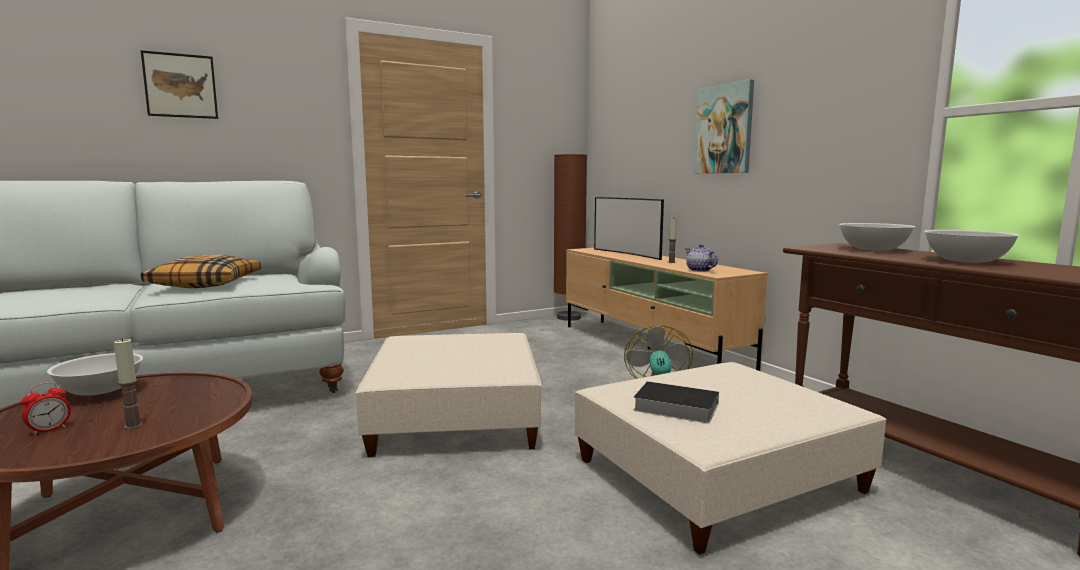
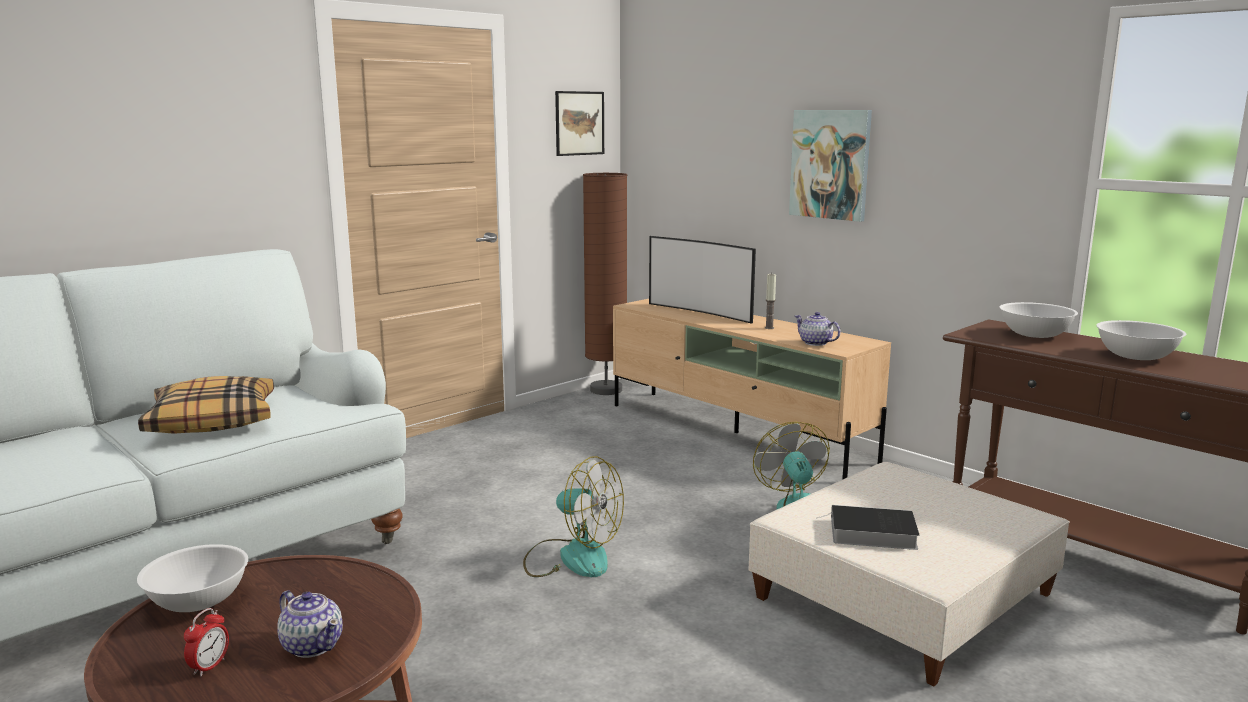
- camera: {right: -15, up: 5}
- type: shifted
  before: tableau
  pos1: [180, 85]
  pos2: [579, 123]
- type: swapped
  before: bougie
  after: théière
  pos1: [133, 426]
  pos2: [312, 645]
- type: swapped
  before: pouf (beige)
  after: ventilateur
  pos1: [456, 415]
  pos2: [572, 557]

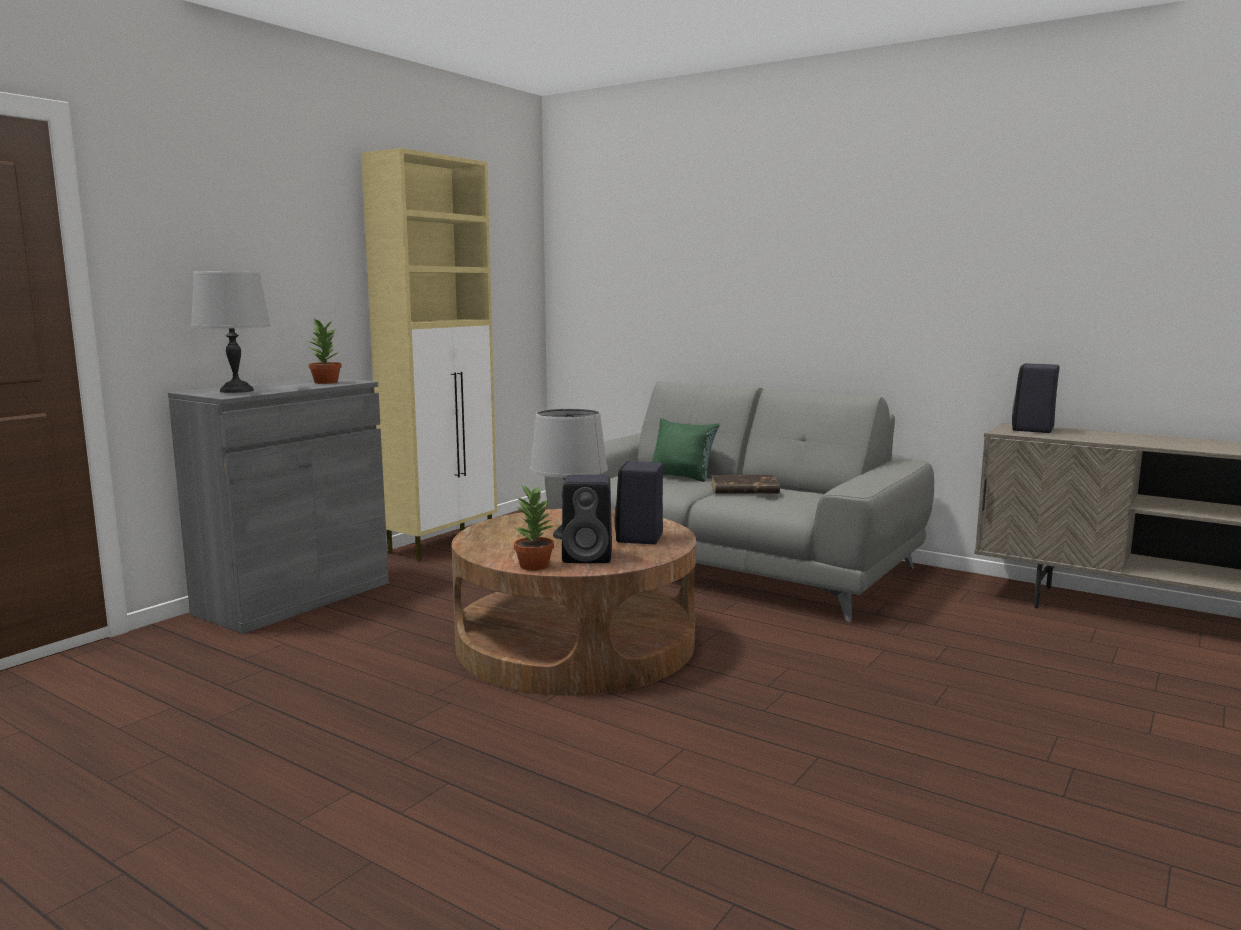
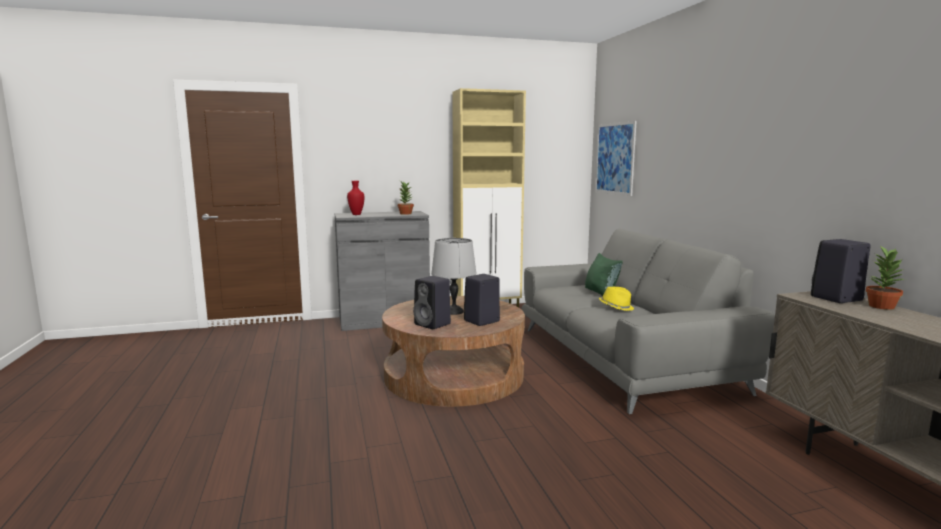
- camera: {right: 40, up: 0}
- type: new
  after: tableau
  pos2: [614, 158]
- type: shifted
  before: plante en pot
  pos1: [534, 565]
  pos2: [881, 306]
- type: swapped
  before: lampe de table (gris)
  after: vase (rouge)
  pos1: [237, 391]
  pos2: [356, 214]
- type: swapped
  before: livre (marron)
  after: chapeau (jaune)
  pos1: [743, 489]
  pos2: [616, 307]

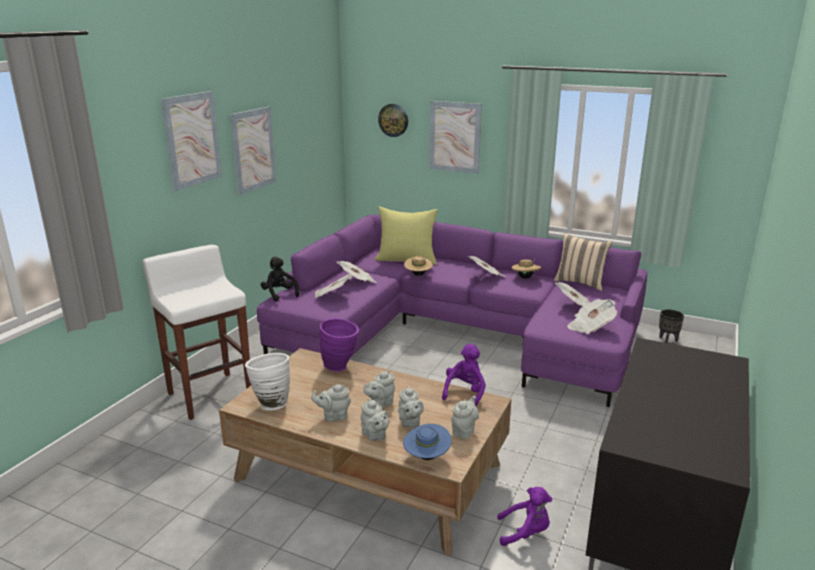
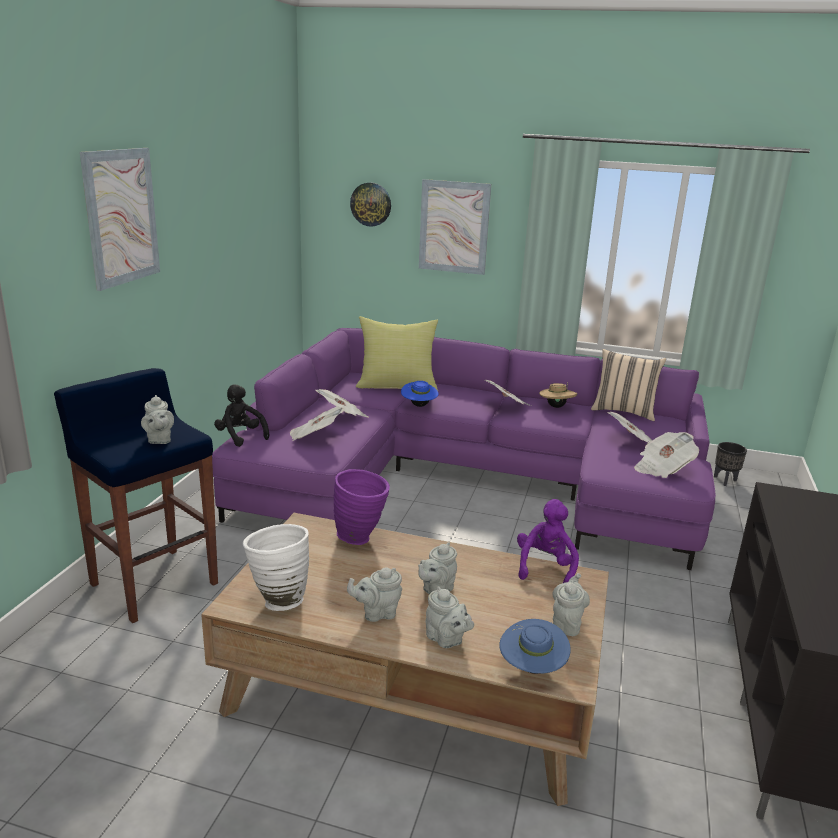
- camera: {right: -10, up: 0}
- type: gone
  before: tableau
  pos1: [253, 150]
- type: gone
  before: peluche (violet)
  pos1: [525, 533]
- type: shifted
  before: théière (gris)
  pos1: [409, 422]
  pos2: [159, 440]
- type: repainted
  before: tabouret (blanc)
  after: tabouret (bleu)
  pos1: [209, 395]
  pos2: [153, 583]
- type: repainted
  before: chapeau (beige)
  after: chapeau (bleu)
  pos1: [418, 275]
  pos2: [419, 405]

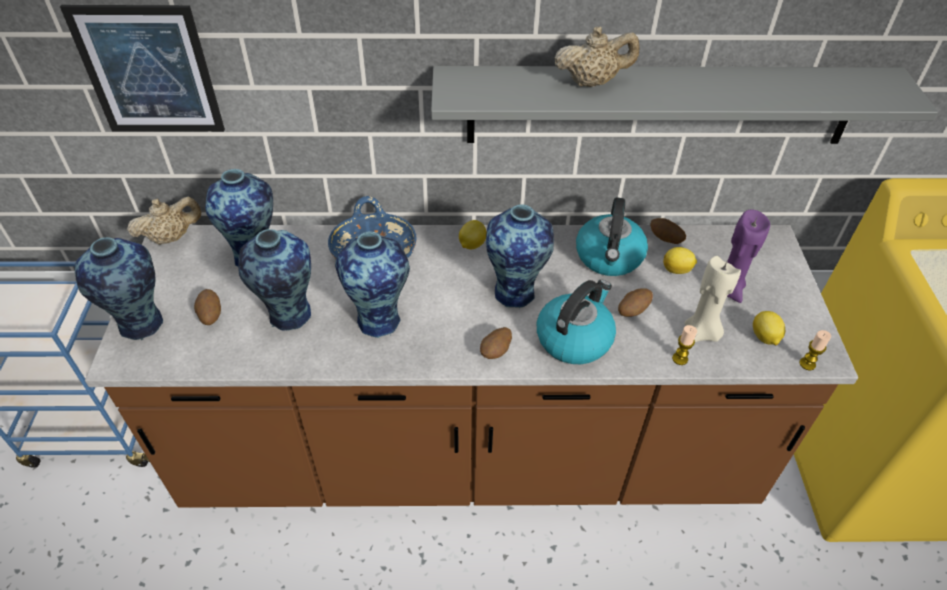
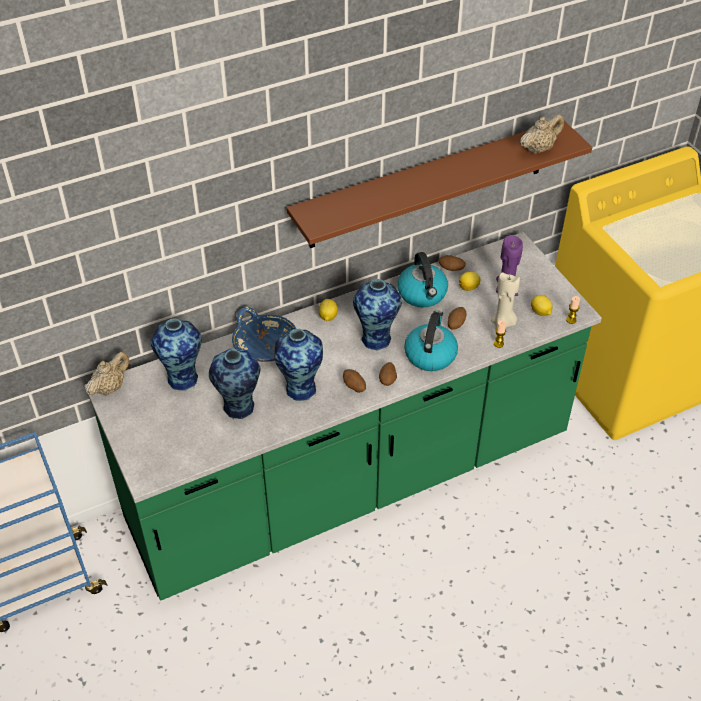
- camera: {right: -25, up: 0}
- type: gone
  before: tableau
  pos1: [148, 71]
- type: gone
  before: vase
  pos1: [141, 325]
- type: shifted
  before: pomme de terre
  pos1: [210, 315]
  pos2: [354, 387]
- type: shifted
  before: théière (beige)
  pos1: [592, 82]
  pos2: [539, 148]
- type: repainted
  before: comptoir de cuisine (marron)
  after: comptoir de cuisine (vert)
  pos1: [470, 456]
  pos2: [350, 482]
- type: repainted
  before: étagère (gris)
  after: étagère (marron)
  pos1: [661, 105]
  pos2: [429, 185]

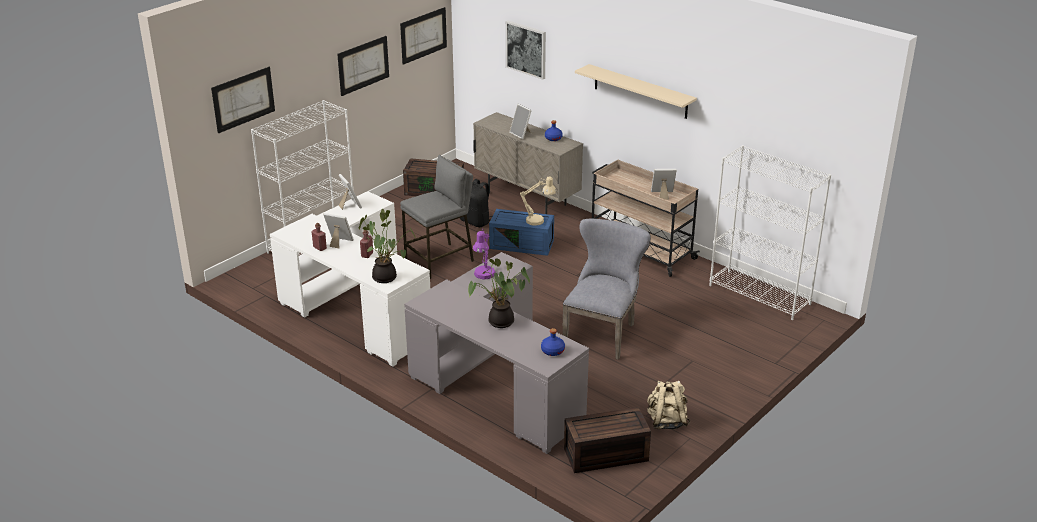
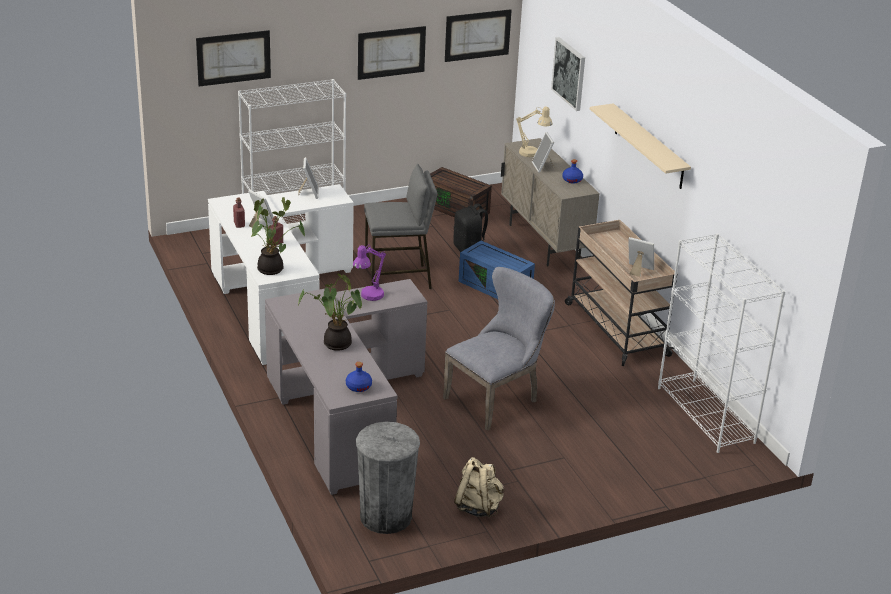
- camera: {right: 25, up: 0}
- type: shifted
  before: lampe de table (beige)
  pos1: [539, 221]
  pos2: [532, 154]
- type: swapped
  before: boîte de rangement (marron)
  after: poubelle (gris)
  pos1: [605, 455]
  pos2: [385, 516]

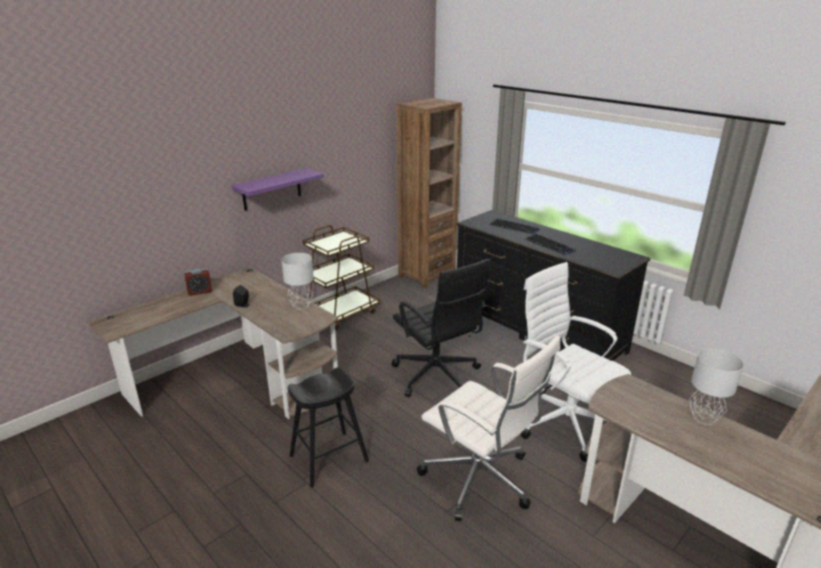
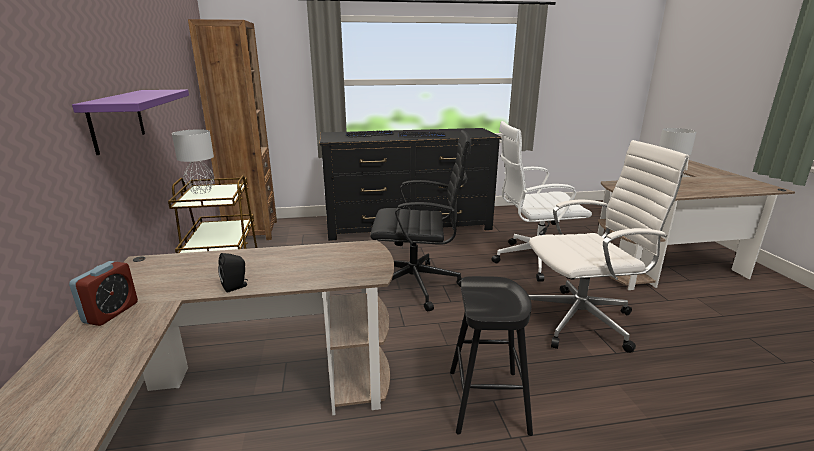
- camera: {right: -55, up: -5}
- type: shifted
  before: lampe de table (gris)
  pos1: [300, 306]
  pos2: [201, 191]

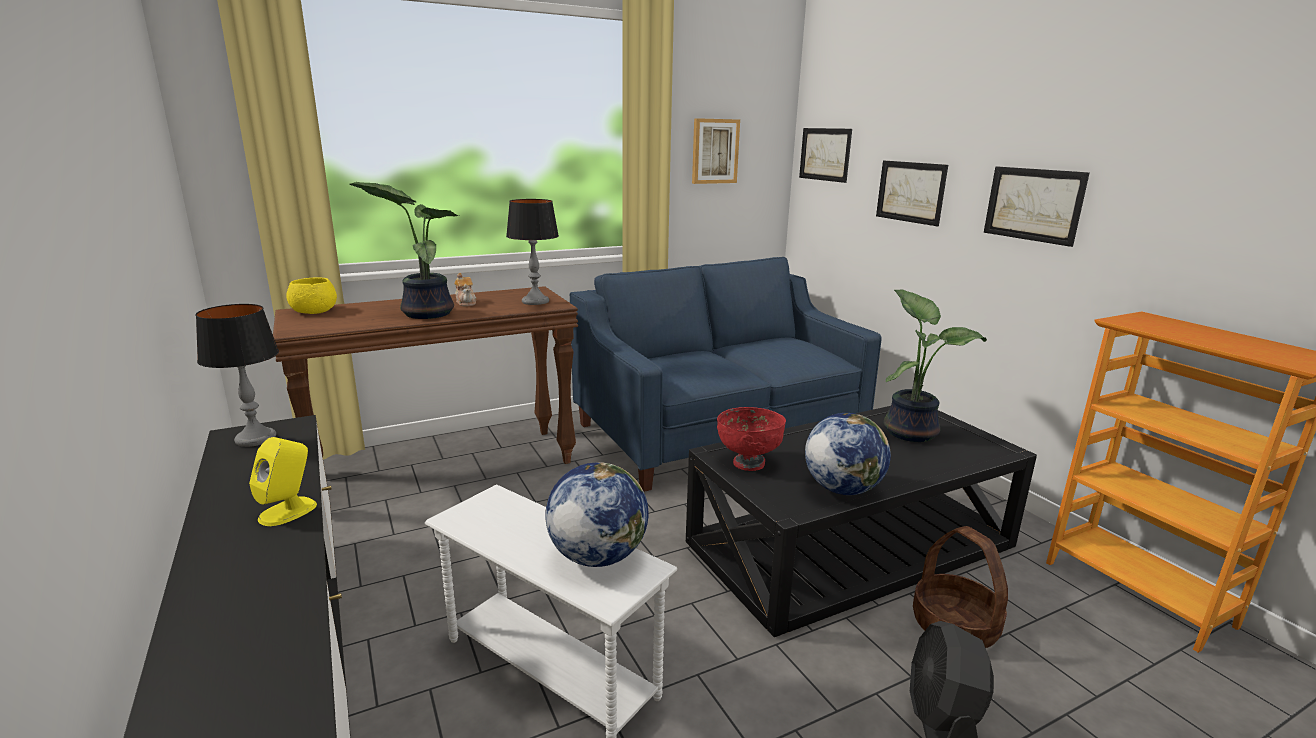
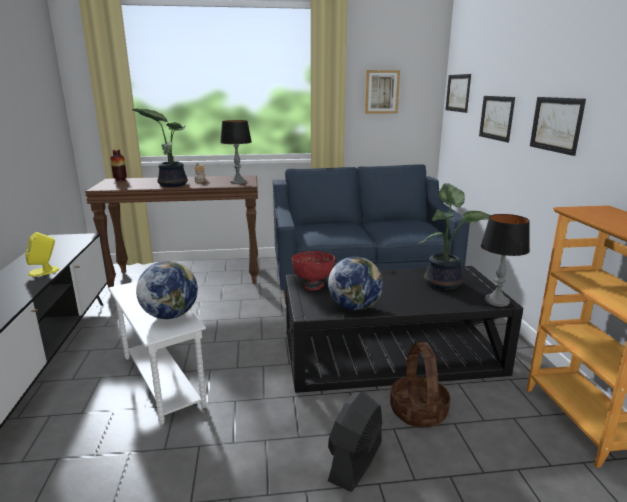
- camera: {right: 20, up: 0}
- type: shifted
  before: lampe de table
  pos1: [255, 439]
  pos2: [496, 301]
- type: swapped
  before: bol (jaune)
  after: vase
  pos1: [314, 311]
  pos2: [120, 180]

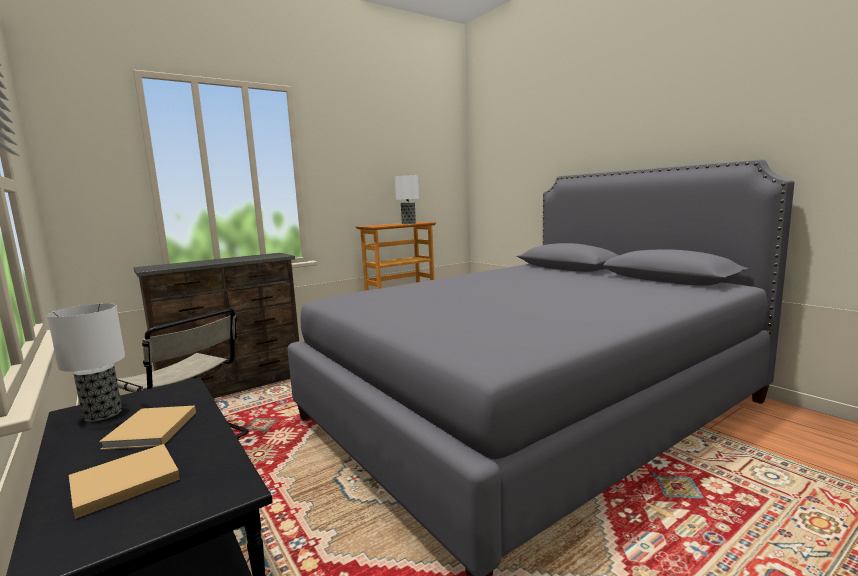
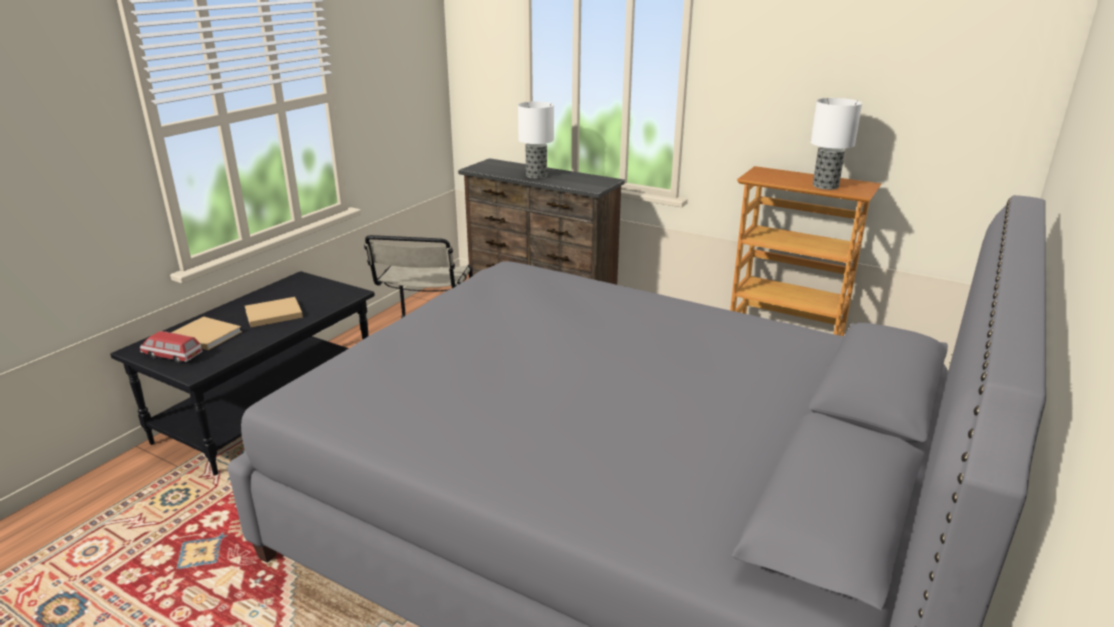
- camera: {right: 65, up: 15}
- type: new
  after: petite voiture
  pos2: [172, 355]
- type: shifted
  before: lampe de table
  pos1: [104, 413]
  pos2: [537, 176]

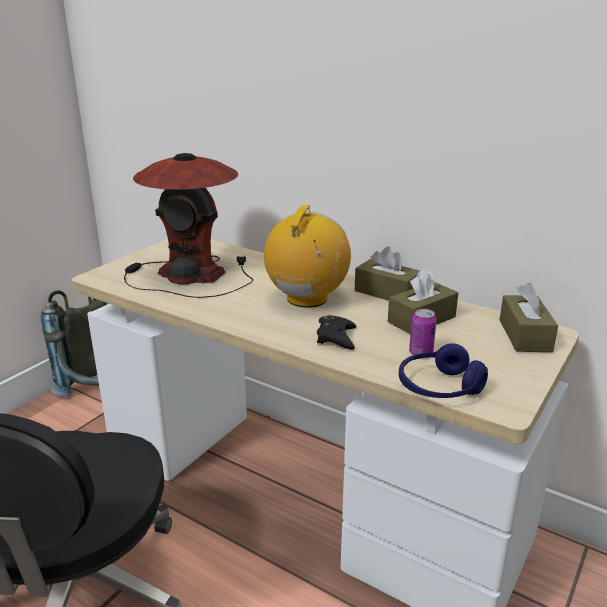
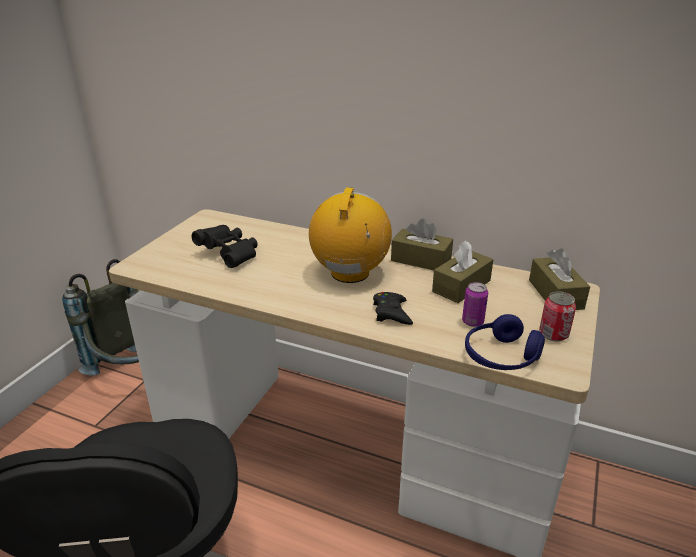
- camera: {right: -10, up: 5}
- type: new
  after: boîte métallique
  pos2: [553, 334]
- type: swapped
  before: lampe de table
  after: jumelles (noir)
  pos1: [192, 274]
  pos2: [230, 255]

